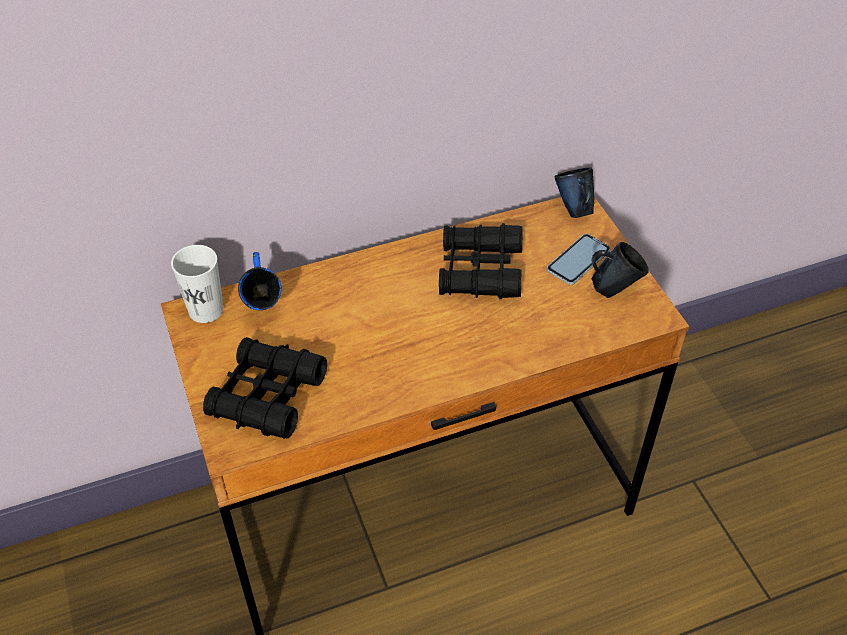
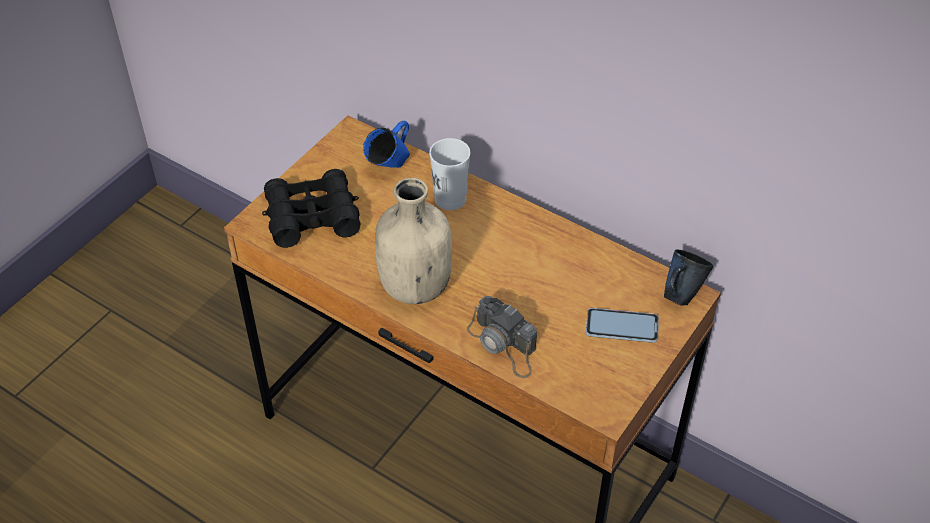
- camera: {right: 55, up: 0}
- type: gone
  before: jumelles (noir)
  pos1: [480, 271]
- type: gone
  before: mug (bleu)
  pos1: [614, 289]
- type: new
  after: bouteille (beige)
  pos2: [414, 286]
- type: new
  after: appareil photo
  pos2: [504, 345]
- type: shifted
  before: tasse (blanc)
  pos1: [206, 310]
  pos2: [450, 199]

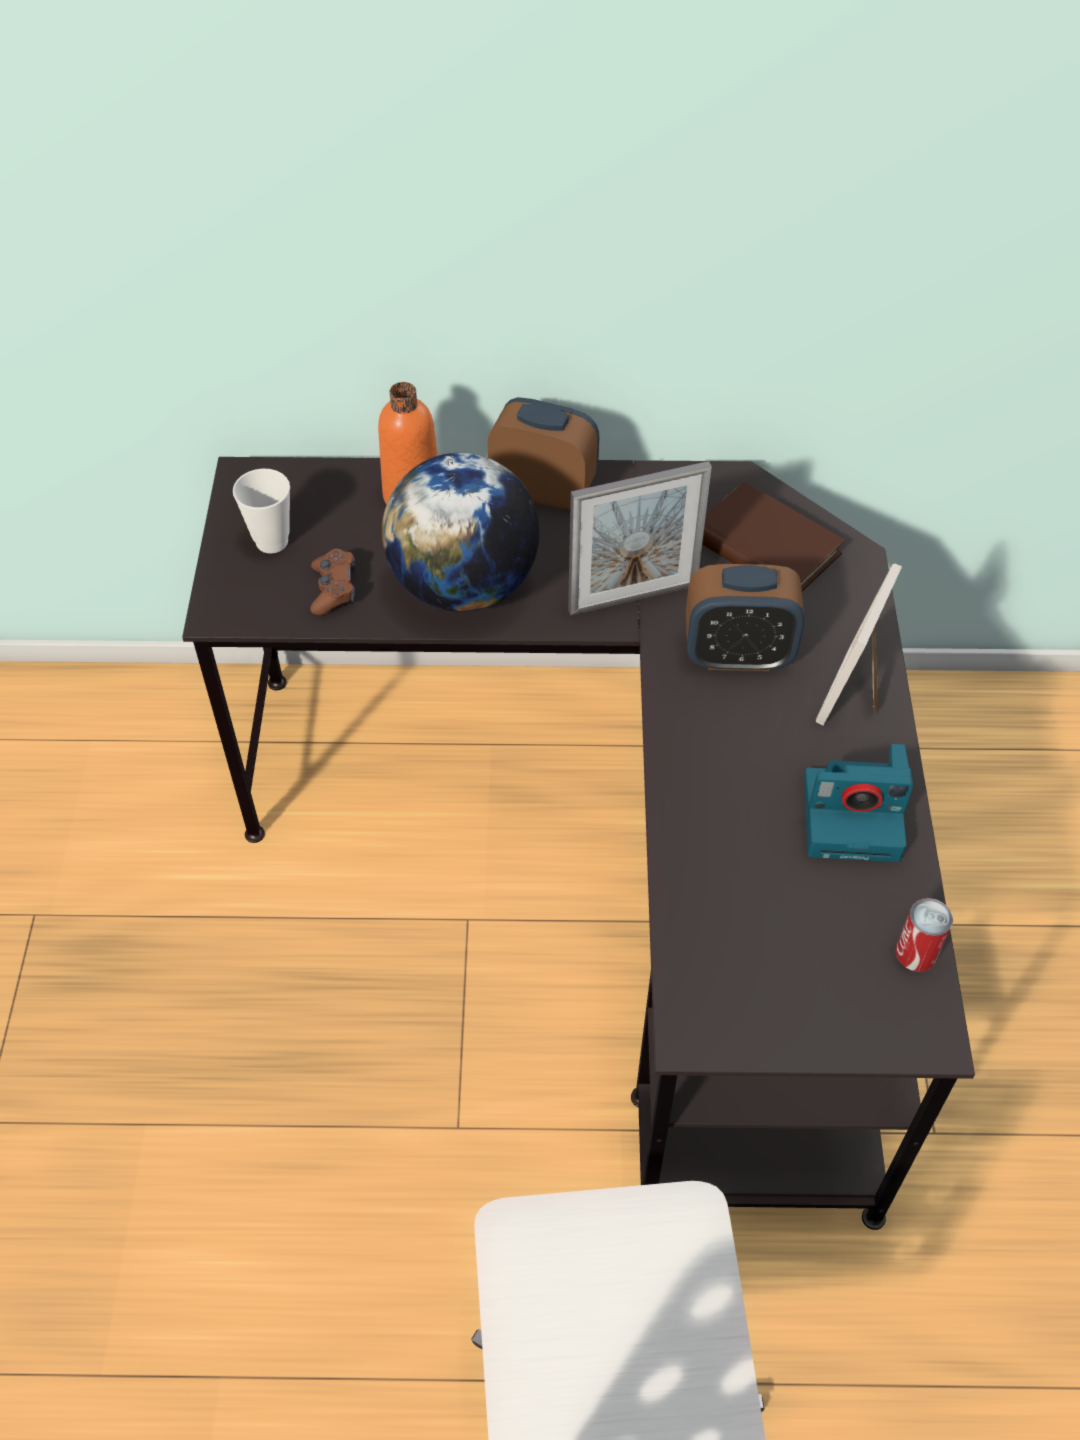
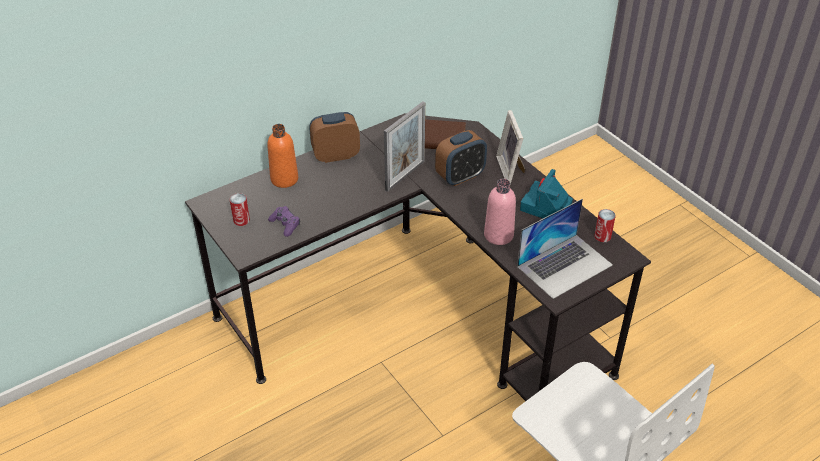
- camera: {right: -35, up: -10}
- type: gone
  before: globe
  pos1: [464, 585]
- type: new
  after: bouteille (rose)
  pos2: [498, 235]
- type: new
  after: ordinateur portable
  pos2: [565, 265]
- type: swapped
  before: tasse
  after: boîte métallique
  pos1: [272, 541]
  pos2: [241, 220]
- type: repainted
  before: manette (marron)
  after: manette (violet)
  pos1: [334, 589]
  pos2: [285, 225]
- type: rotated
  before: appareil photo
  pos1: [854, 816]
  pos2: [546, 207]
  turn: 150

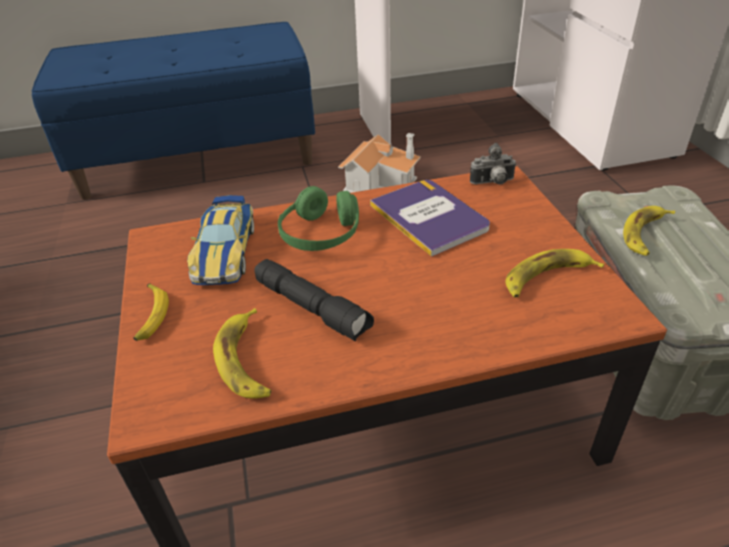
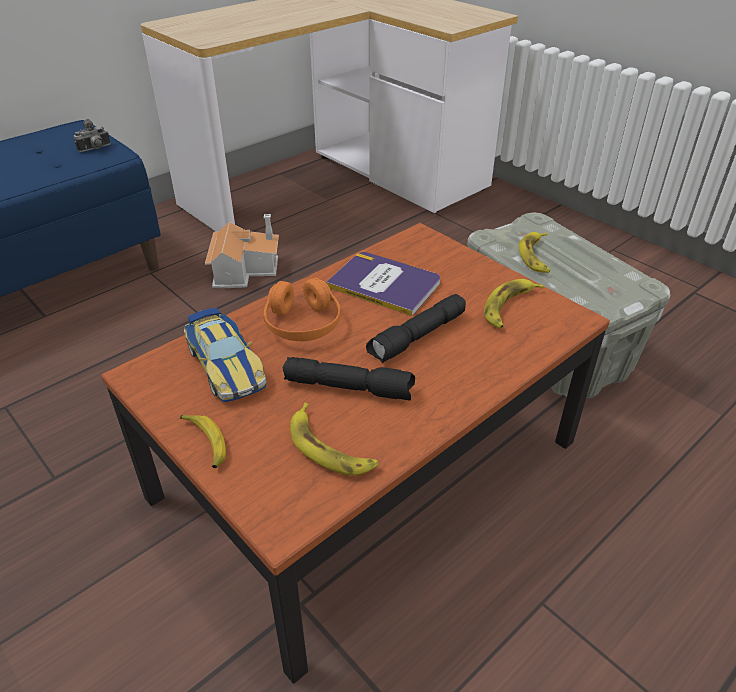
- camera: {right: -30, up: 0}
- type: new
  after: lampe de poche (noir)
  pos2: [418, 337]
- type: shifted
  before: appareil photo
  pos1: [493, 183]
  pos2: [95, 149]
- type: repainted
  before: casque audio (vert)
  after: casque audio (orange)
  pos1: [320, 234]
  pos2: [303, 324]

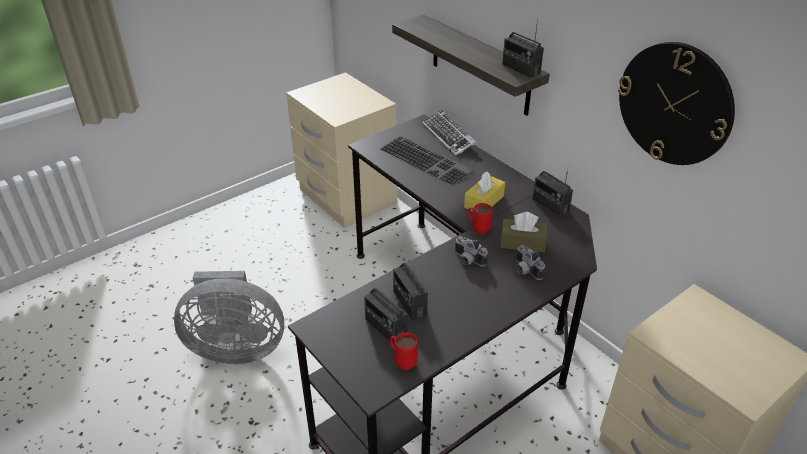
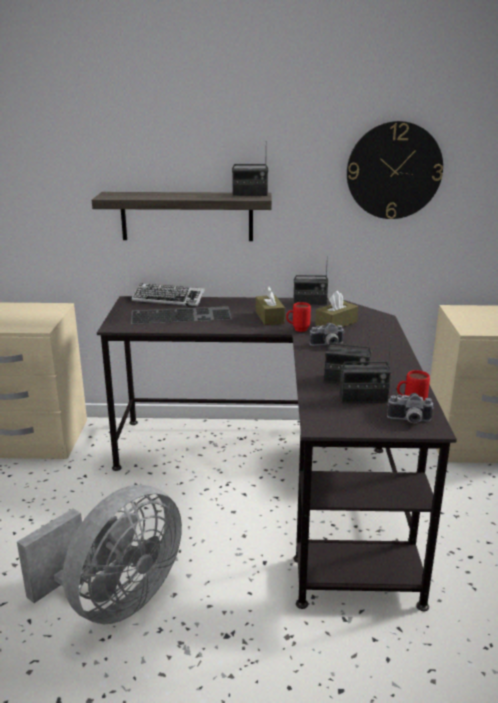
- camera: {right: -50, up: -15}
- type: shifted
  before: appareil photo
  pos1: [525, 270]
  pos2: [409, 421]
- type: repainted
  before: boîte à mouchoirs (jaune)
  after: boîte à mouchoirs (marron)
  pos1: [484, 202]
  pos2: [269, 317]

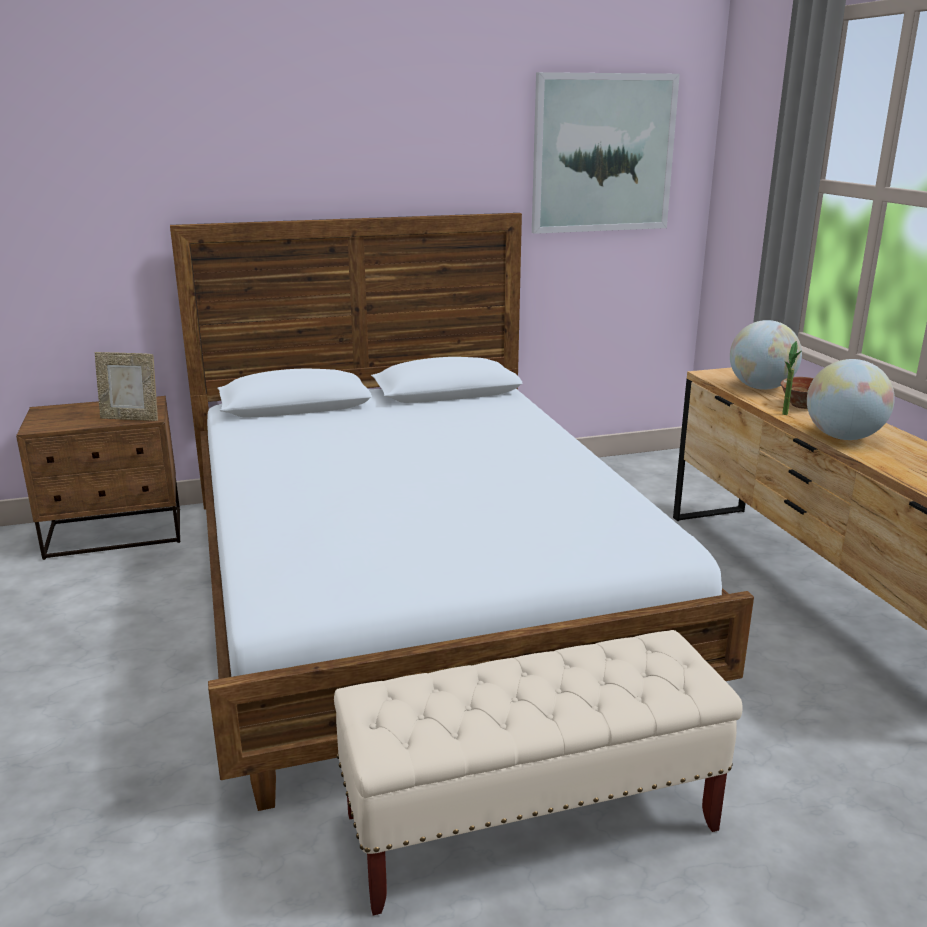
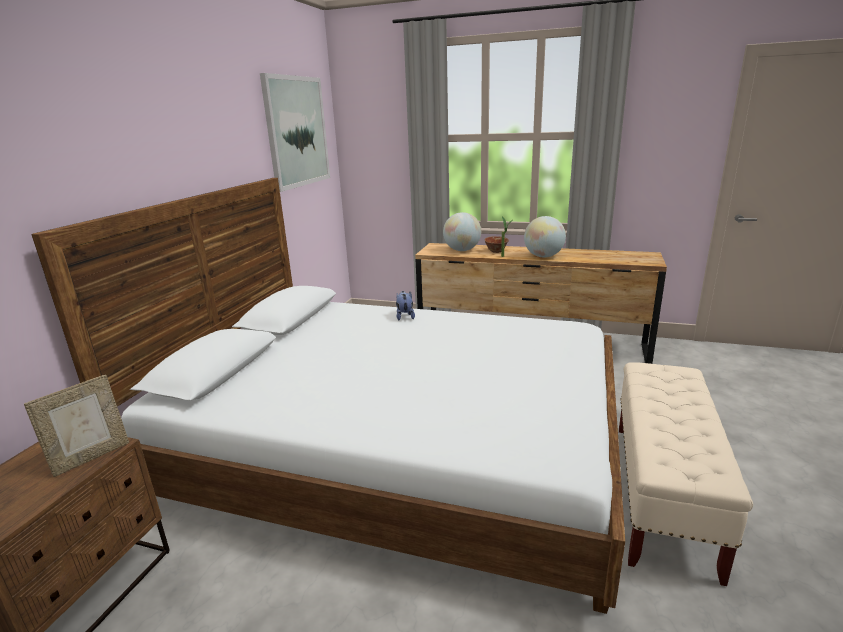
- camera: {right: -55, up: 0}
- type: new
  after: peluche
  pos2: [405, 316]

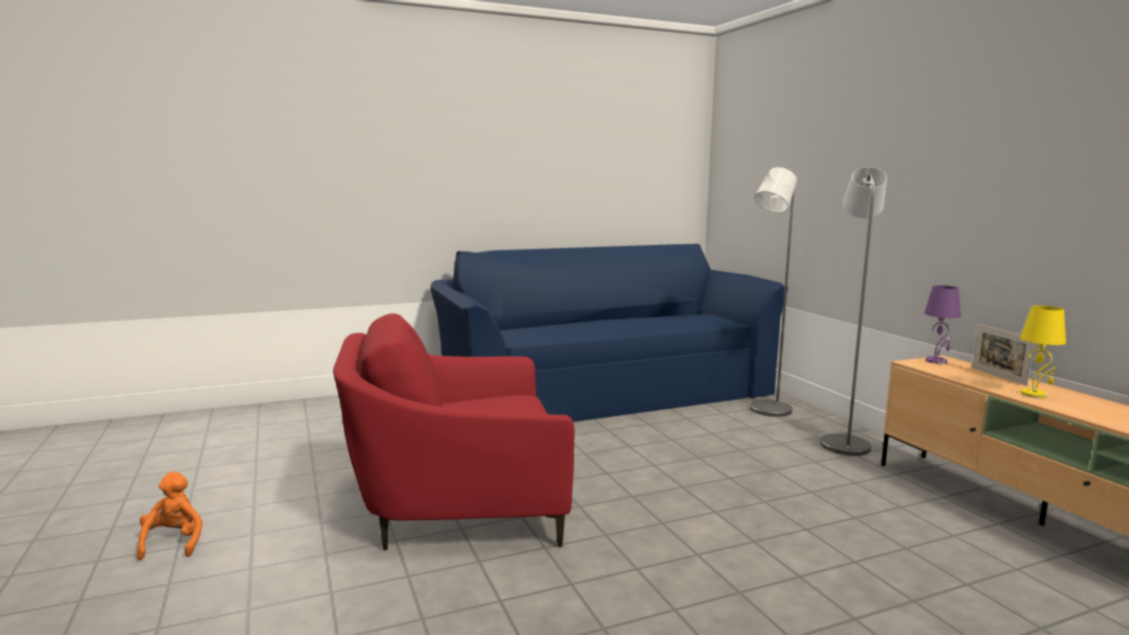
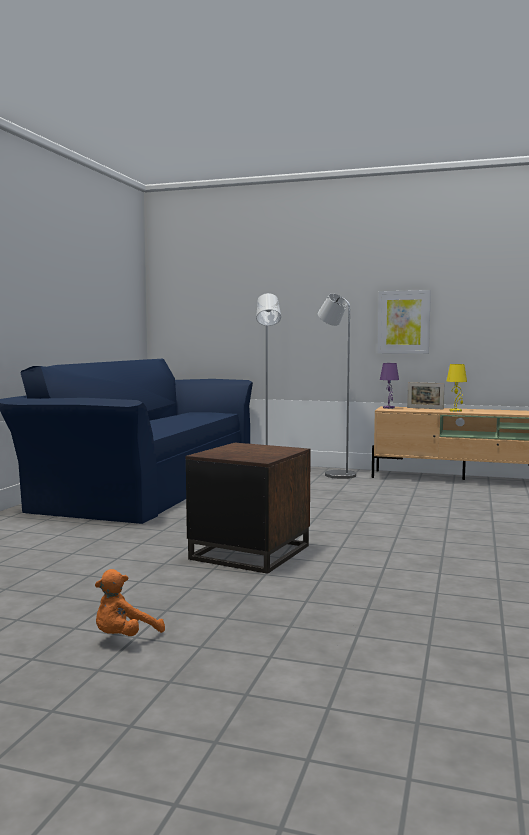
- camera: {right: -50, up: -5}
- type: new
  after: tableau
  pos2: [403, 322]
- type: swapped
  before: fauteuil (rouge)
  after: table d'appoint (marron)
  pos1: [457, 508]
  pos2: [249, 552]
- type: rotated
  before: peluche (orange)
  pos1: [173, 543]
  pos2: [124, 637]
  turn: -75

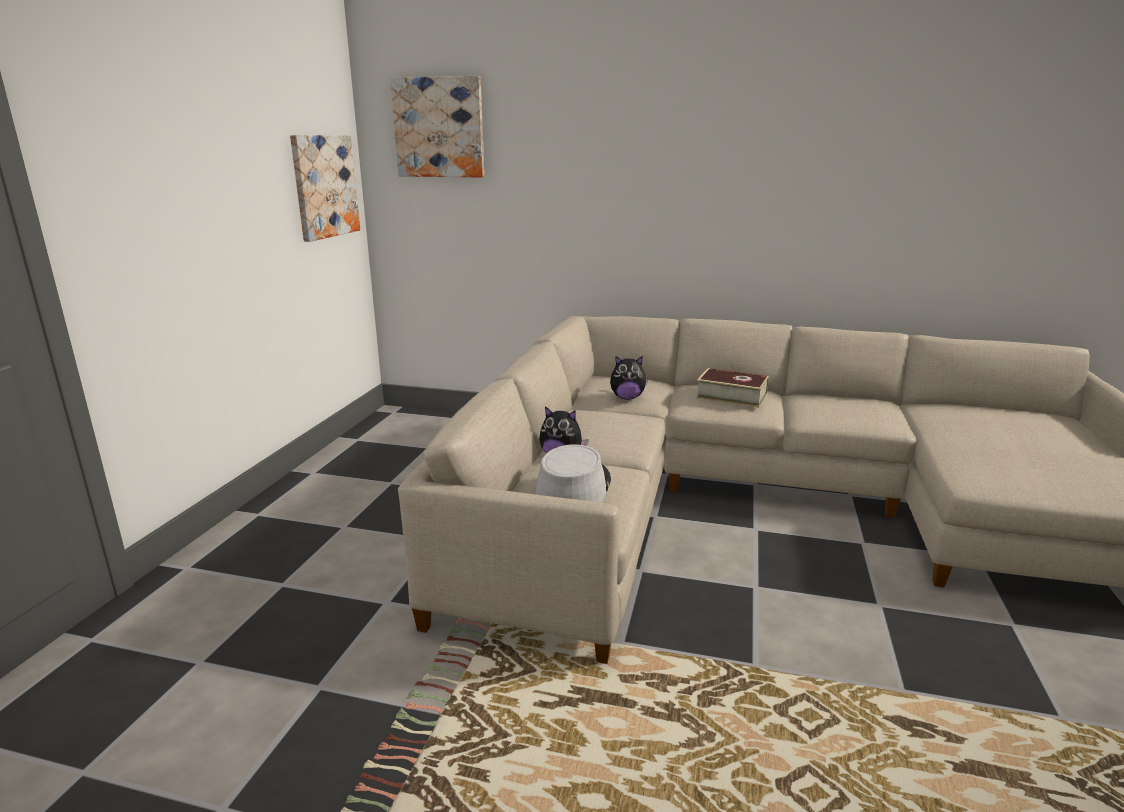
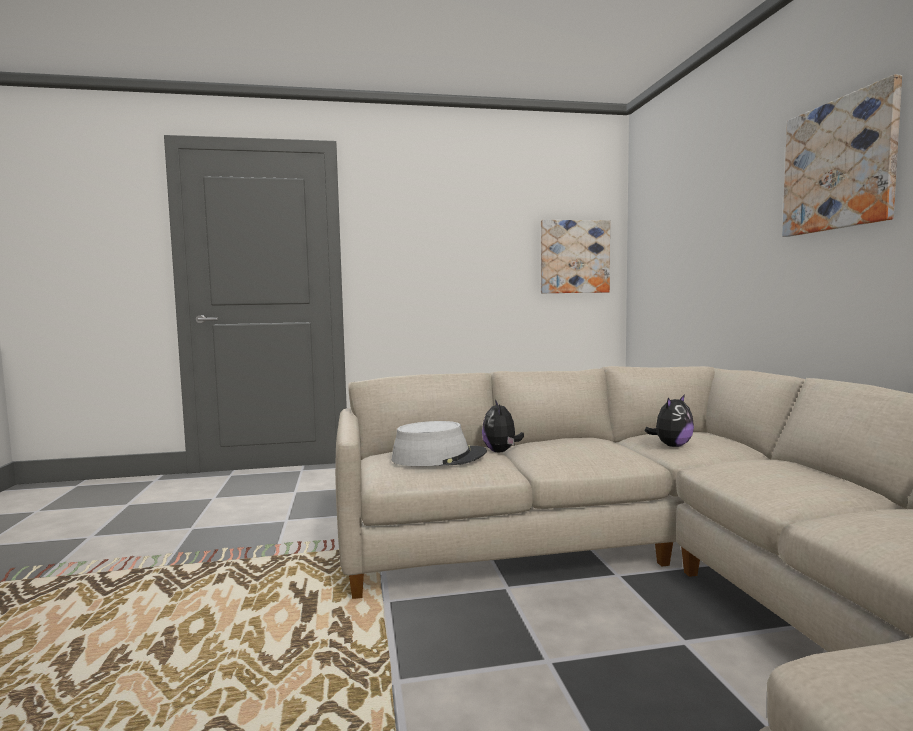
- camera: {right: 65, up: -15}
- type: gone
  before: livre
  pos1: [731, 396]
- type: shifted
  before: tableau
  pos1: [439, 128]
  pos2: [839, 165]
- type: rotated
  before: peluche
  pos1: [627, 397]
  pos2: [671, 446]
  turn: -105

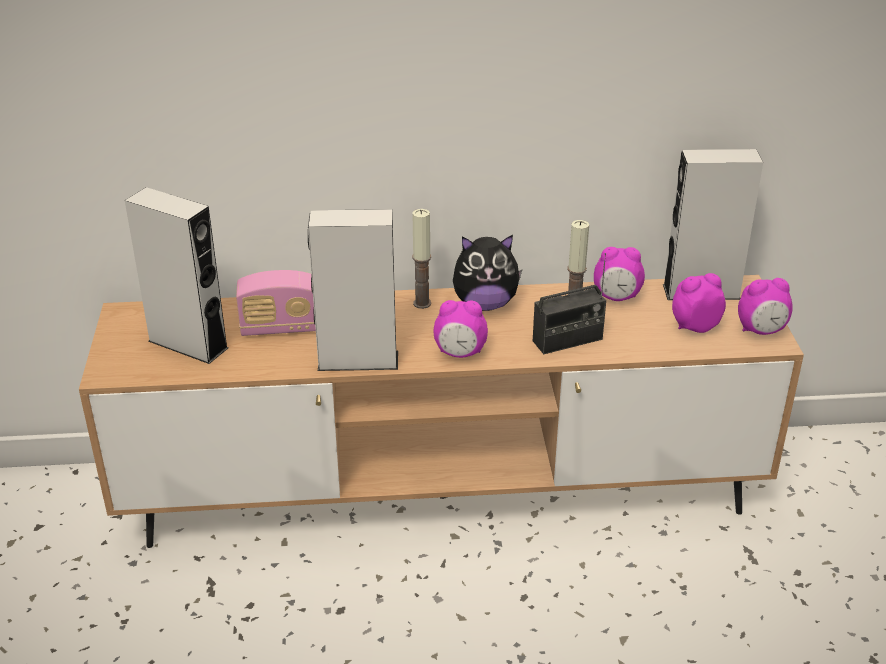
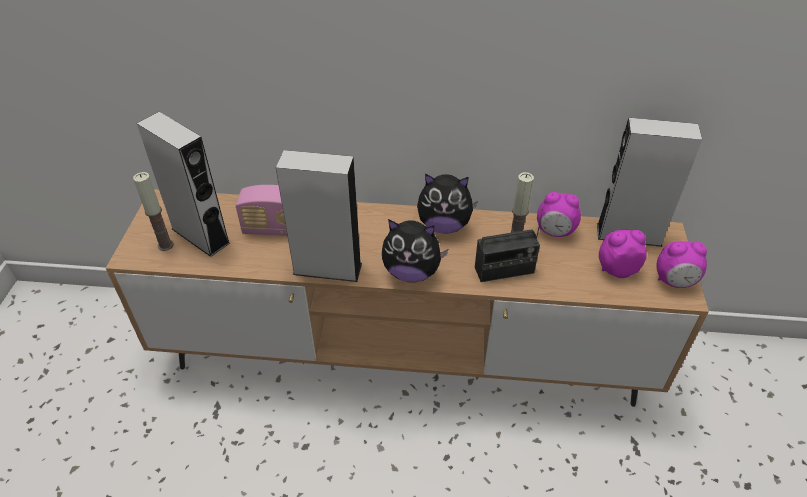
- camera: {right: 10, up: 10}
- type: shifted
  before: bougie
  pos1: [422, 303]
  pos2: [165, 245]
- type: swapped
  before: réveil
  after: peluche
  pos1: [460, 353]
  pos2: [411, 272]

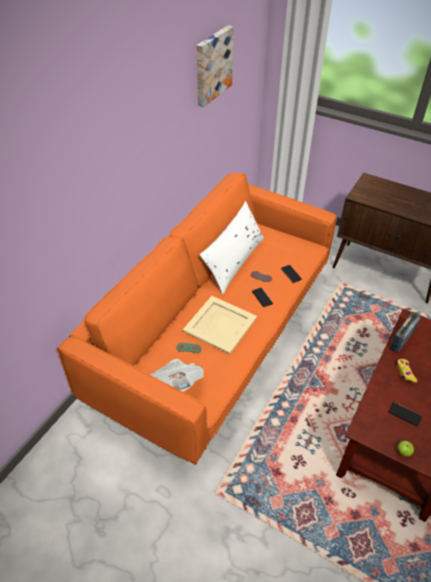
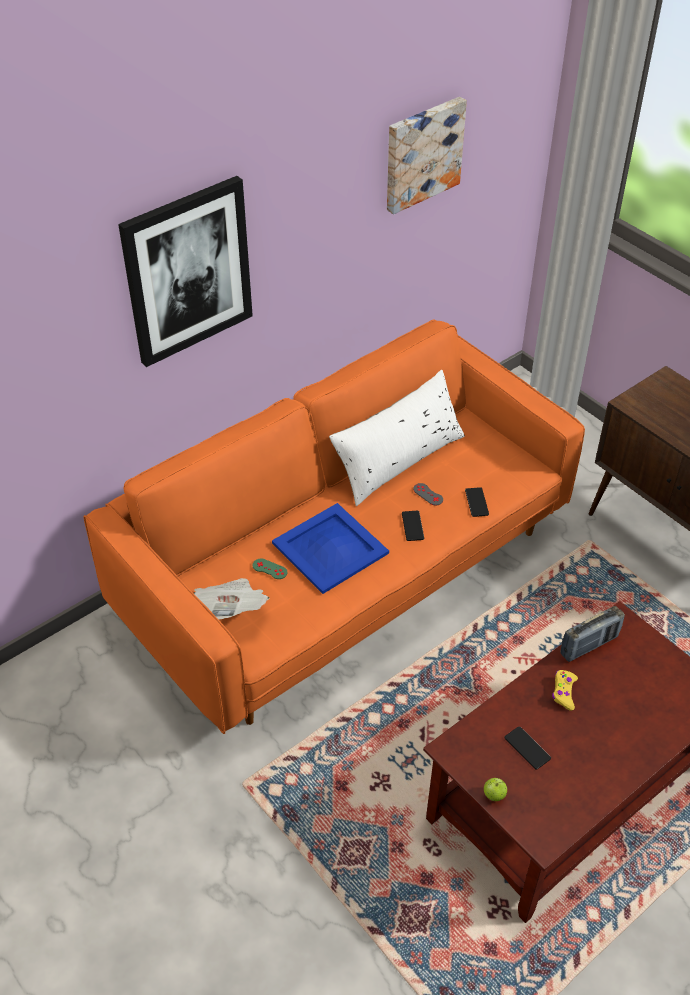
- camera: {right: 20, up: 0}
- type: new
  after: tableau
  pos2: [187, 271]
- type: repainted
  before: plateau (beige)
  after: plateau (bleu)
  pos1: [220, 325]
  pos2: [330, 549]

